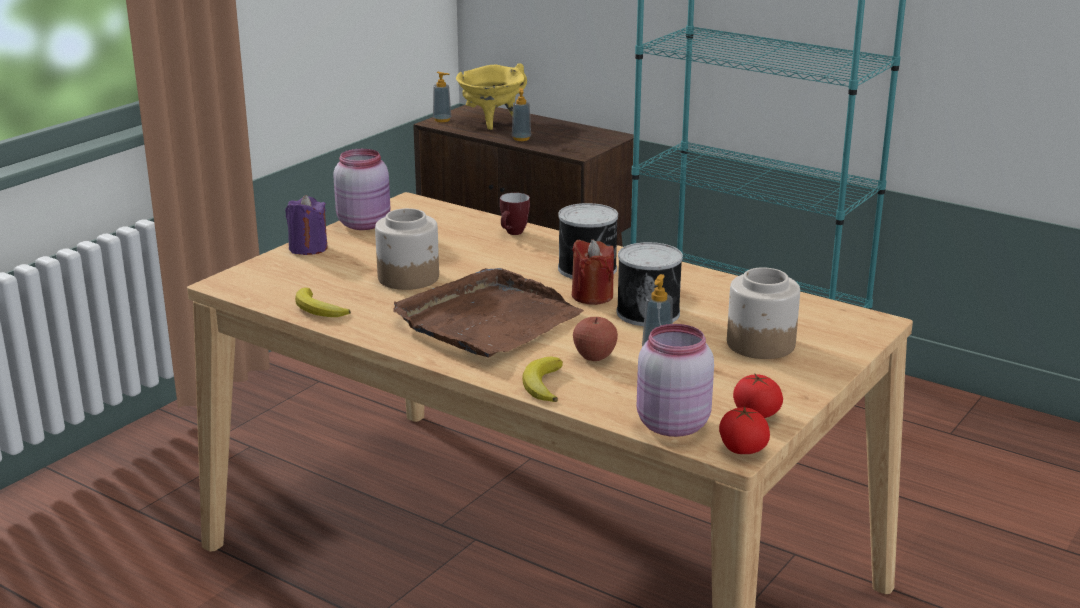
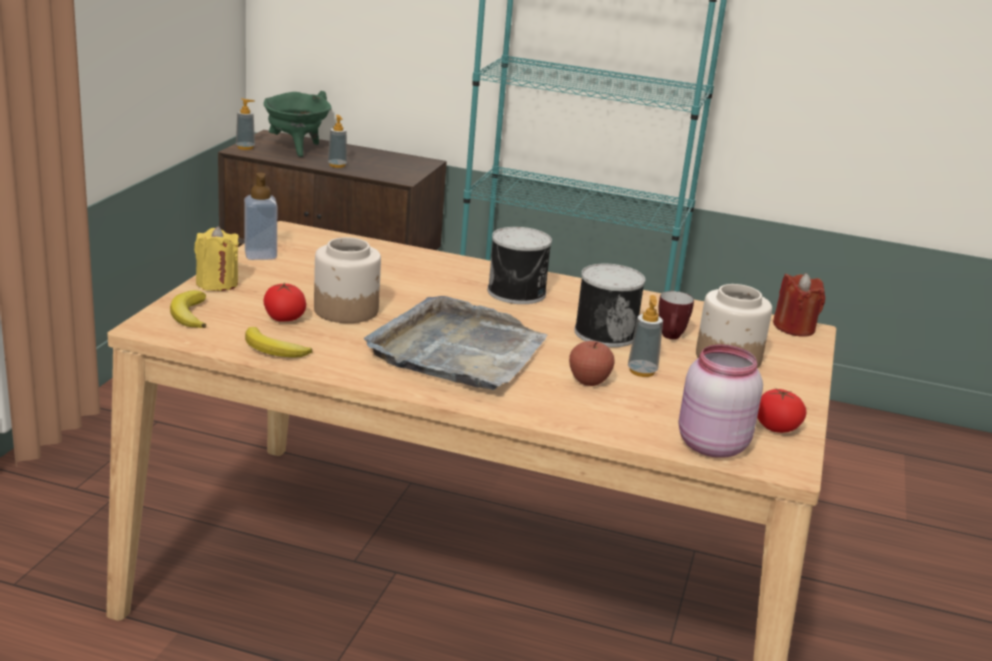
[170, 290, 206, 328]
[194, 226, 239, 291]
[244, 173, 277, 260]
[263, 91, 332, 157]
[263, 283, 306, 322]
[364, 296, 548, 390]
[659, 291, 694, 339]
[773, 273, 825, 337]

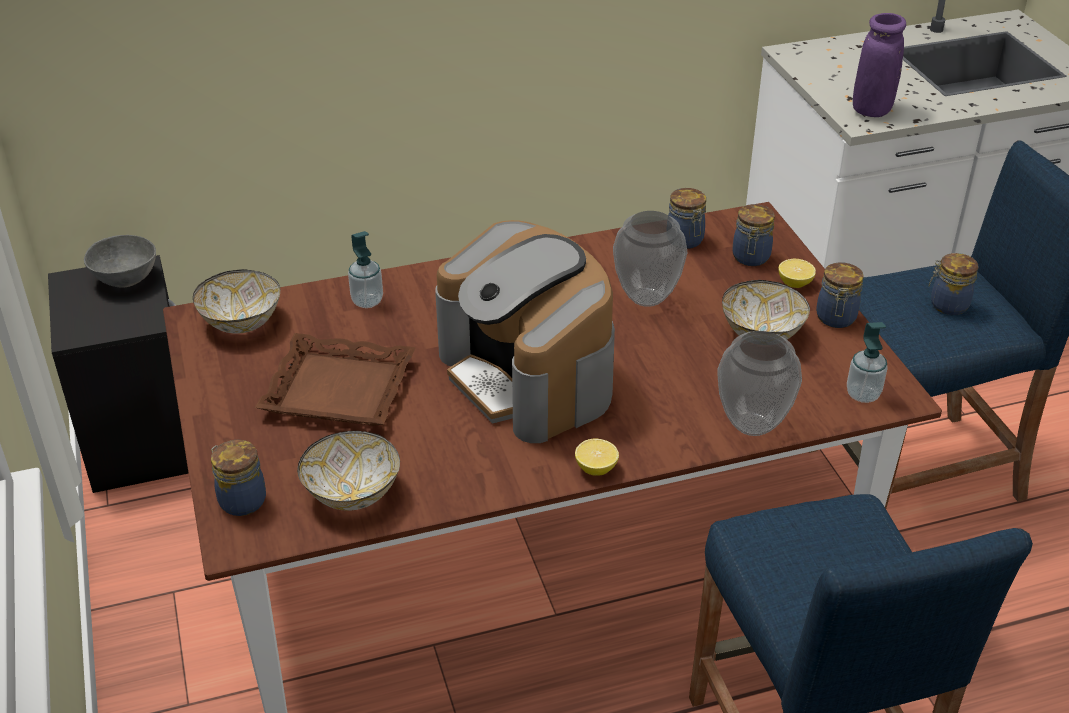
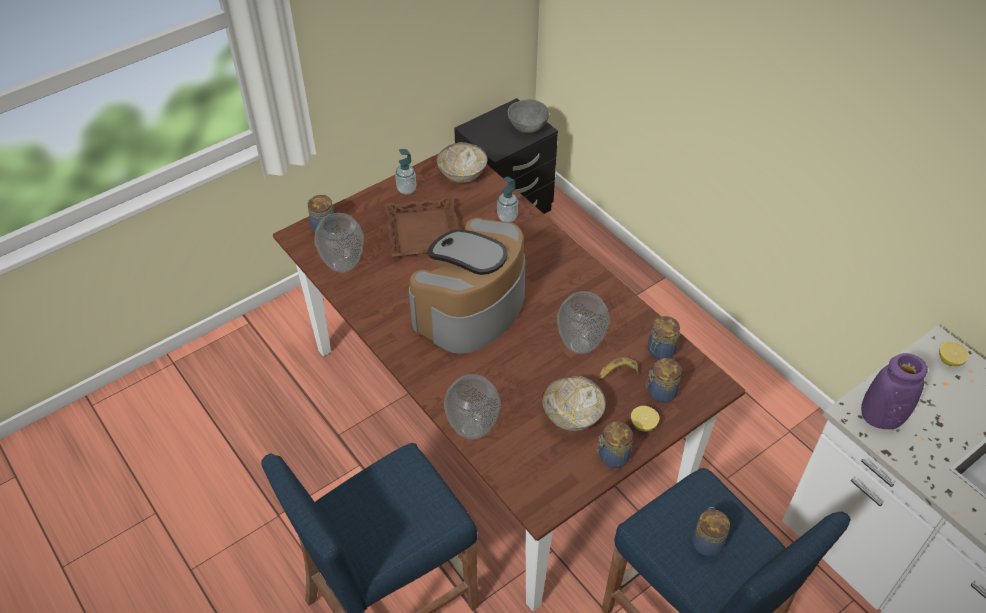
[314, 213, 364, 273]
[395, 149, 416, 194]
[599, 357, 639, 380]
[939, 341, 969, 366]

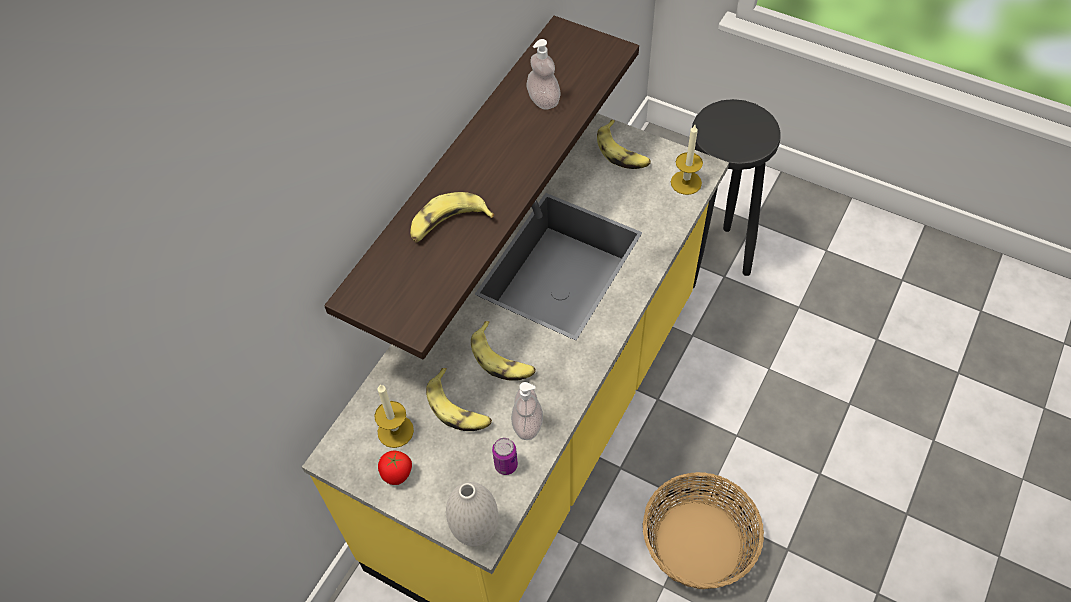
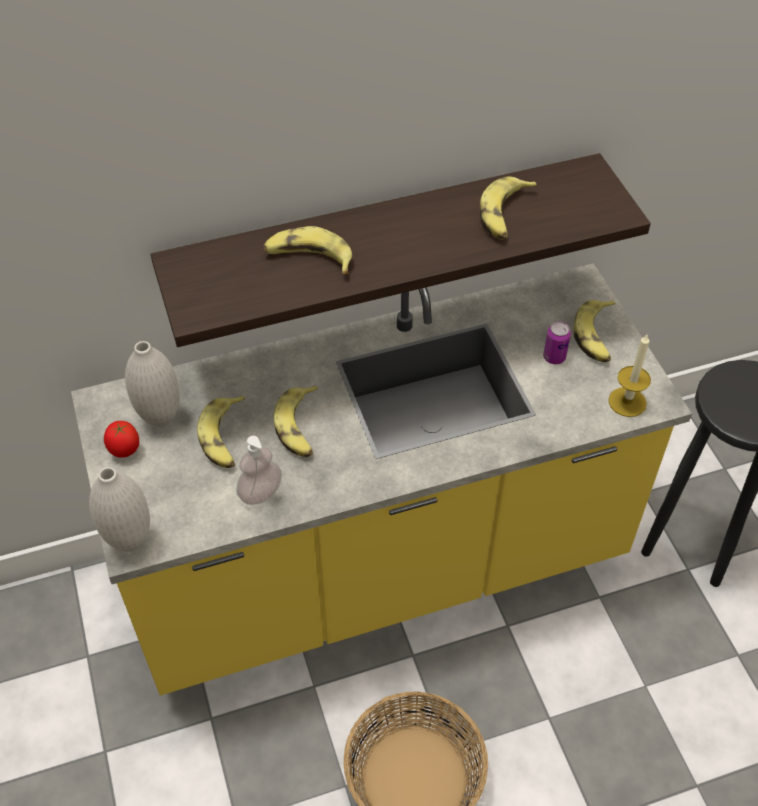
[125, 341, 179, 427]
[480, 177, 537, 240]
[543, 321, 571, 364]

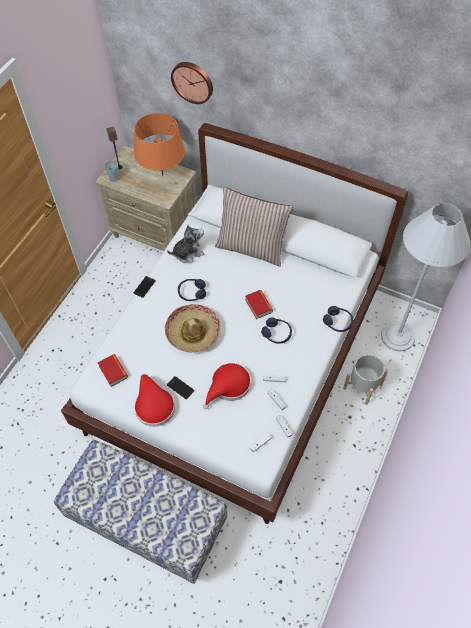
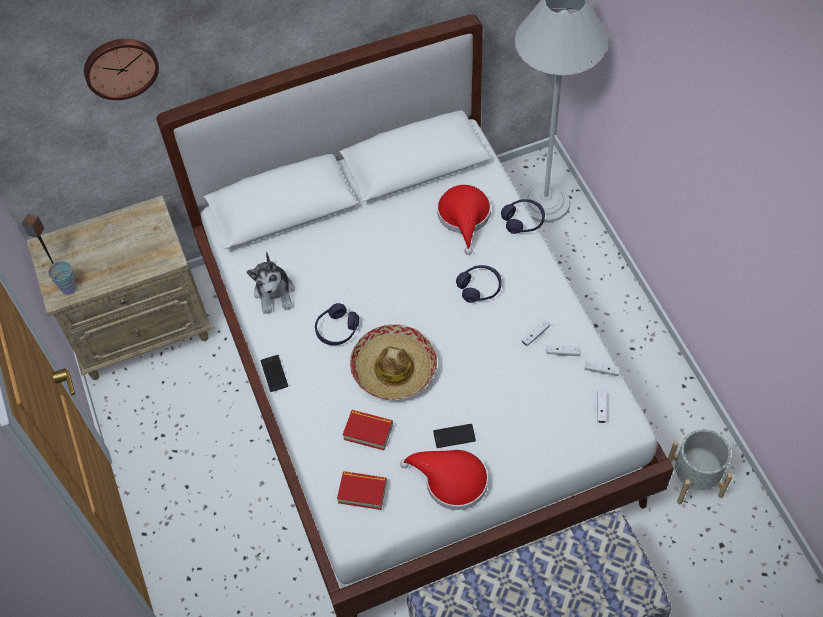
[247, 252, 295, 314]
[343, 410, 393, 450]
[437, 185, 491, 255]
[668, 429, 733, 504]
[134, 113, 185, 176] (first image)
[215, 187, 293, 267] (first image)

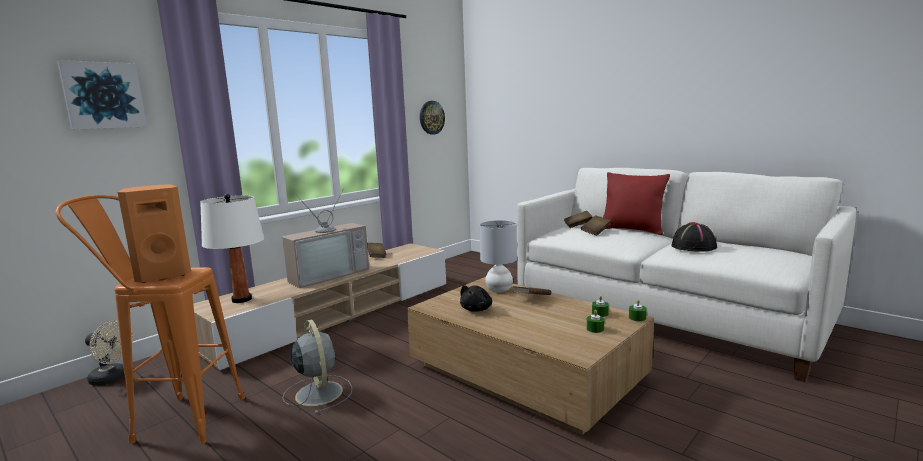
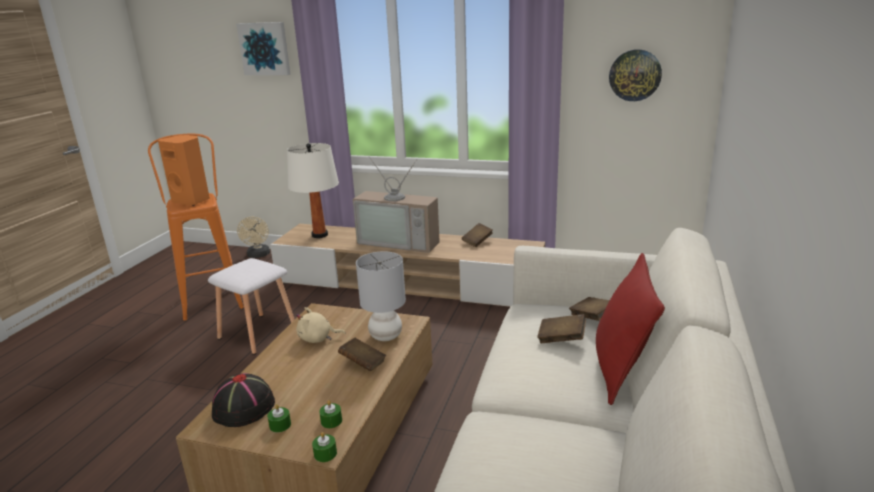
[208, 258, 295, 355]
[212, 373, 275, 427]
[296, 307, 346, 343]

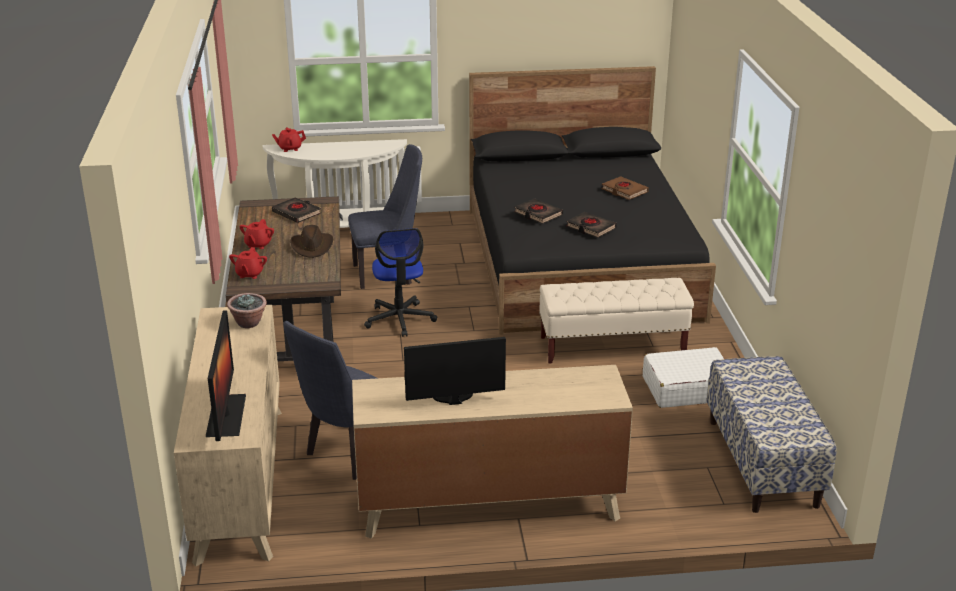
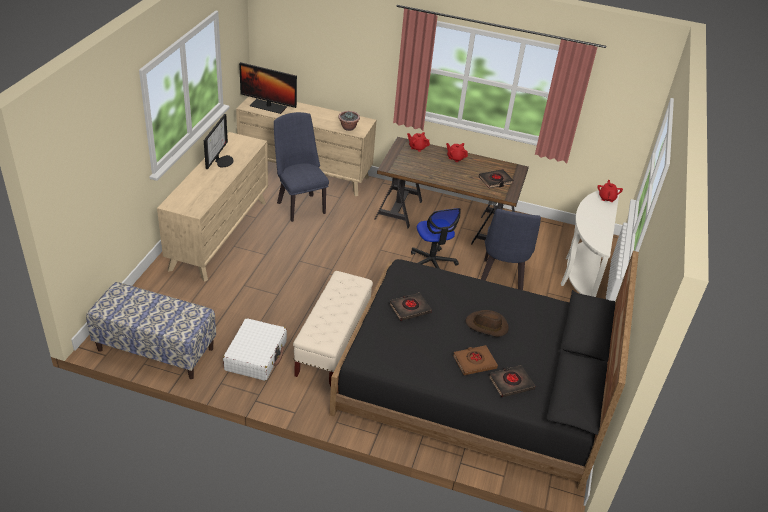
[411, 208, 461, 269]
[466, 310, 509, 337]
[489, 365, 535, 397]

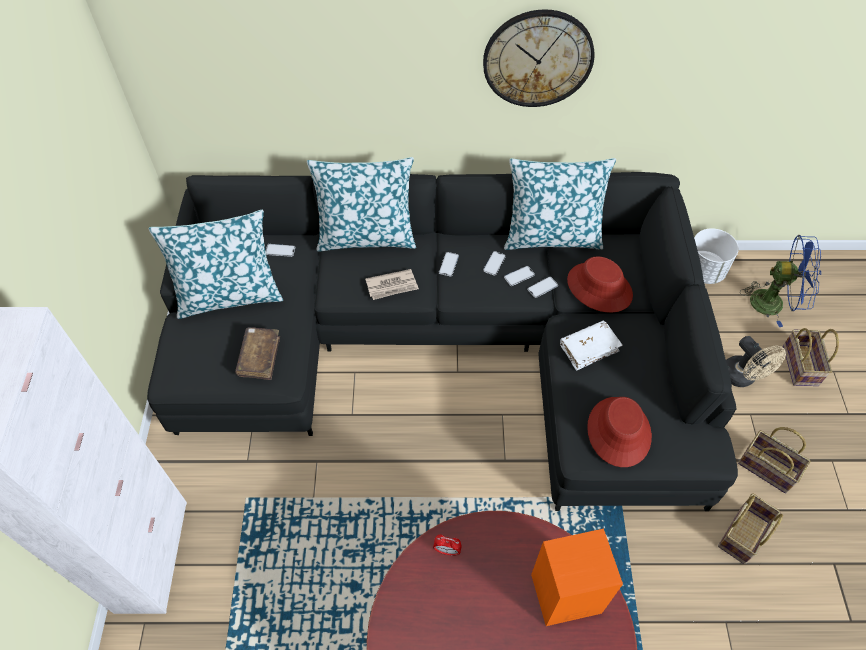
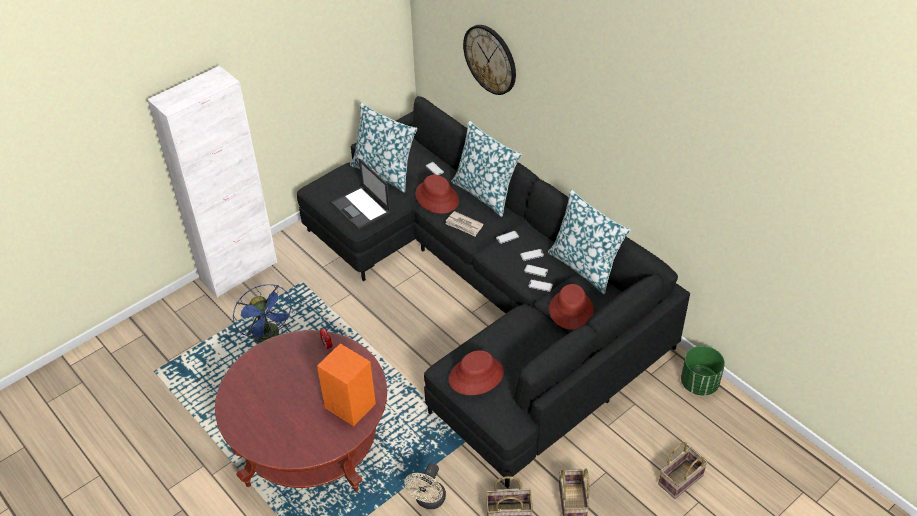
[233, 284, 295, 343]
[331, 158, 391, 230]
[404, 463, 446, 509]
[415, 175, 459, 214]
[463, 25, 516, 95]
[681, 346, 725, 396]
[560, 320, 622, 371] (first image)

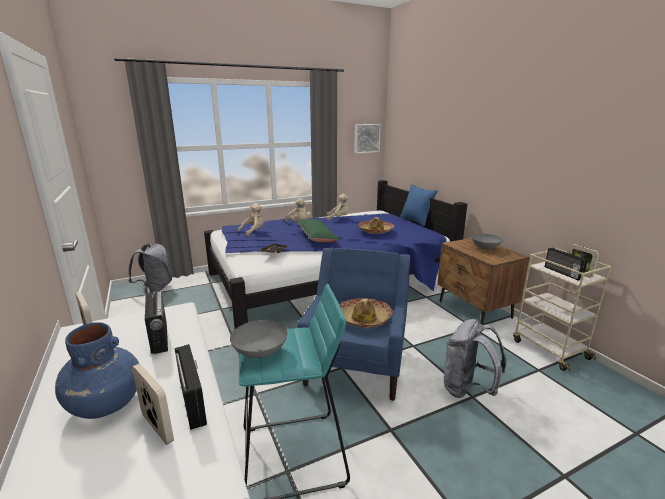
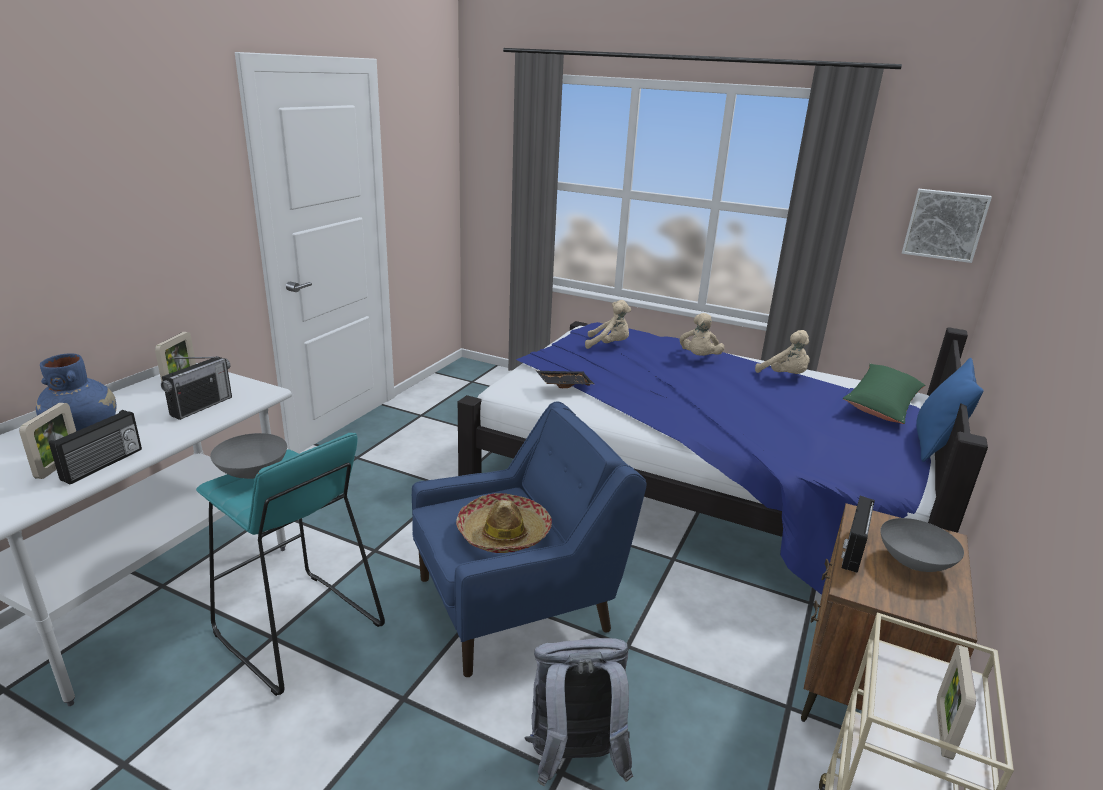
[841, 496, 875, 573]
[842, 364, 925, 424]
[129, 244, 172, 293] (first image)
[358, 217, 394, 234] (first image)

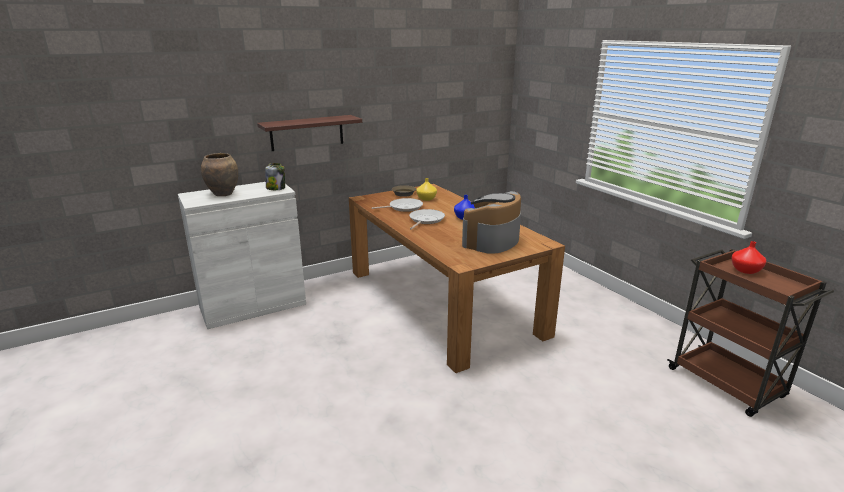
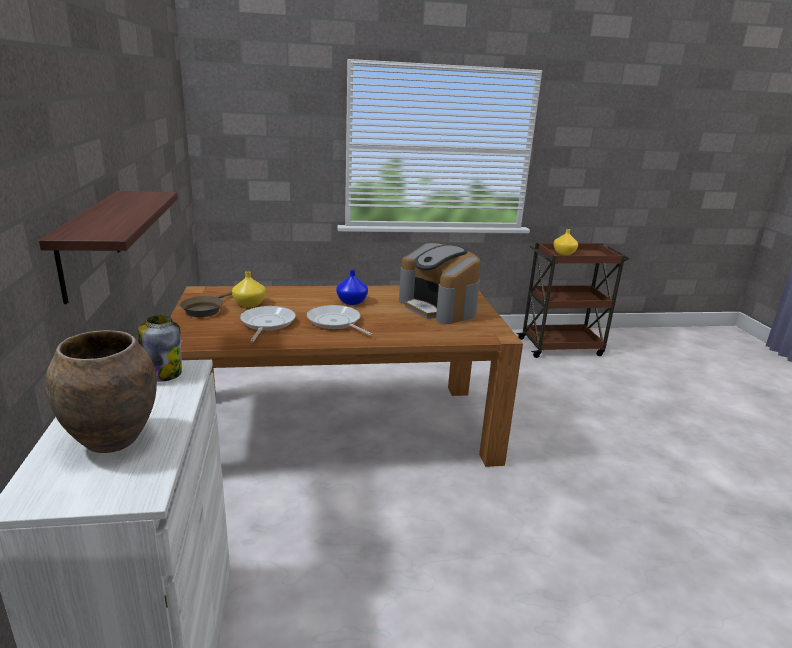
[554, 229, 578, 255]

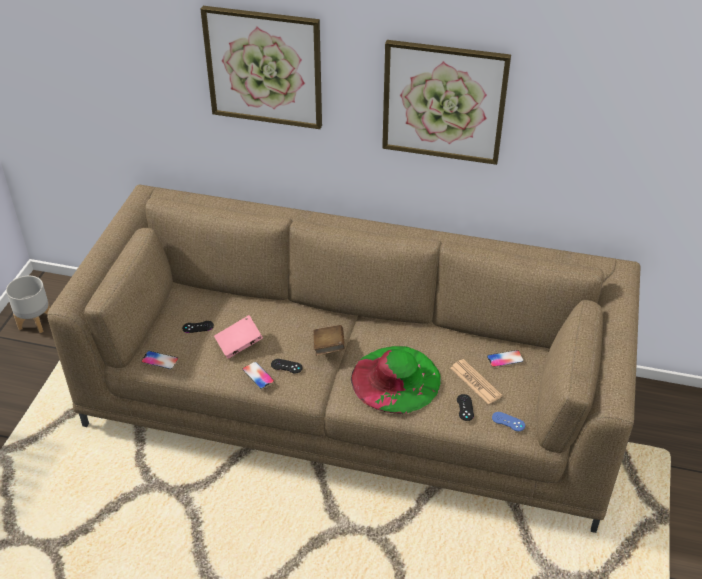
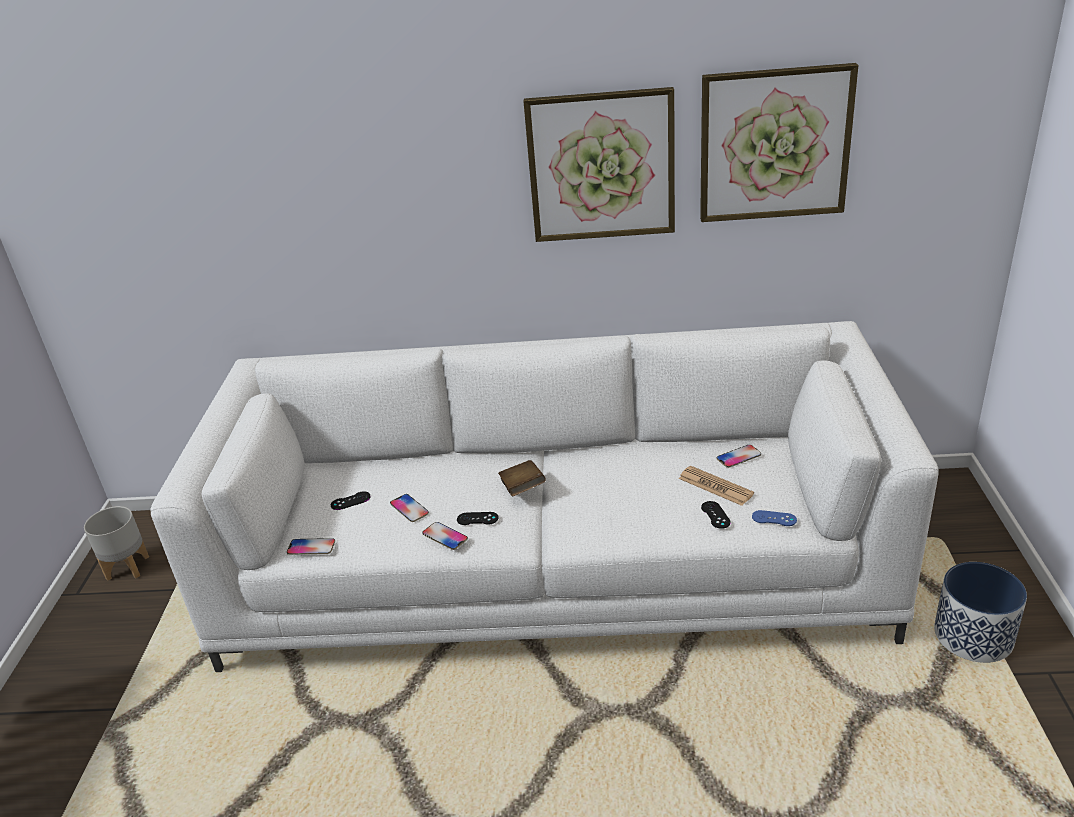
[151, 321, 938, 672]
[390, 494, 429, 522]
[700, 63, 858, 222]
[934, 562, 1027, 663]
[351, 346, 441, 414] (first image)

